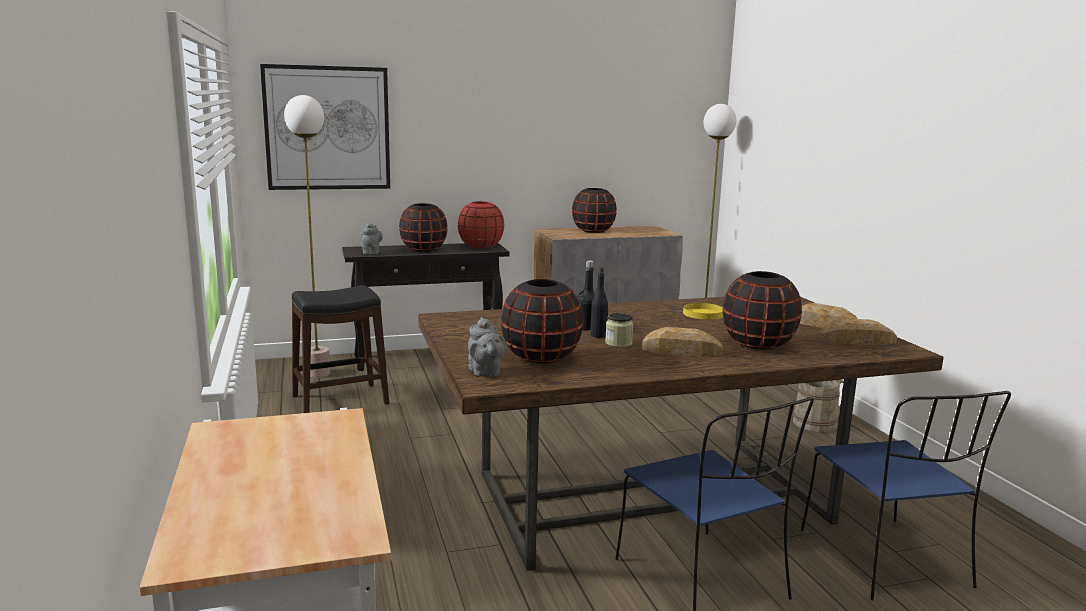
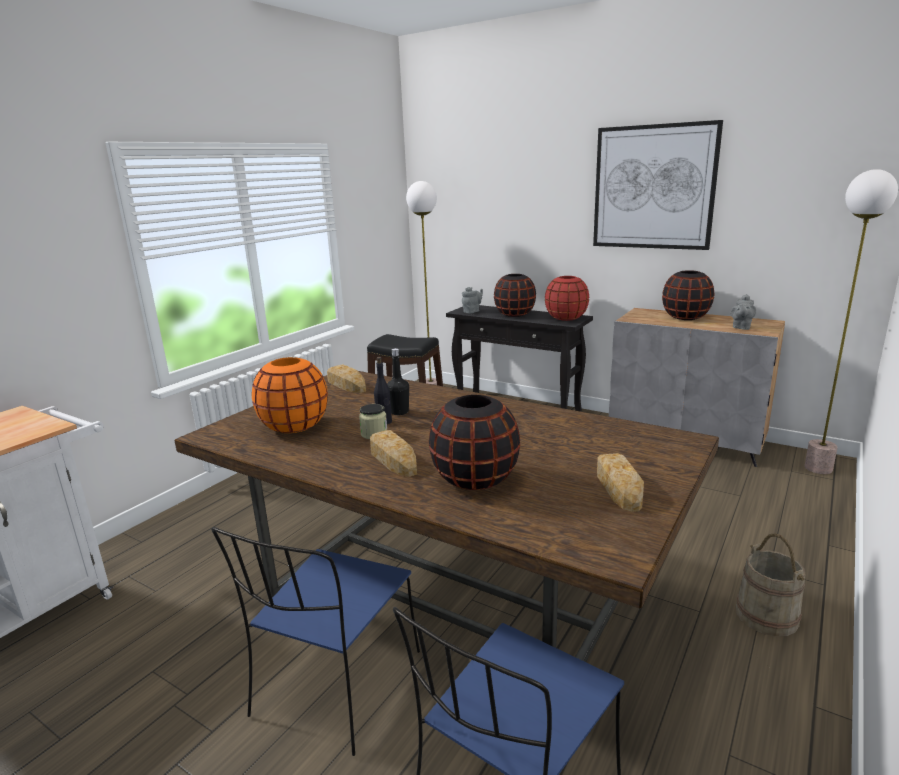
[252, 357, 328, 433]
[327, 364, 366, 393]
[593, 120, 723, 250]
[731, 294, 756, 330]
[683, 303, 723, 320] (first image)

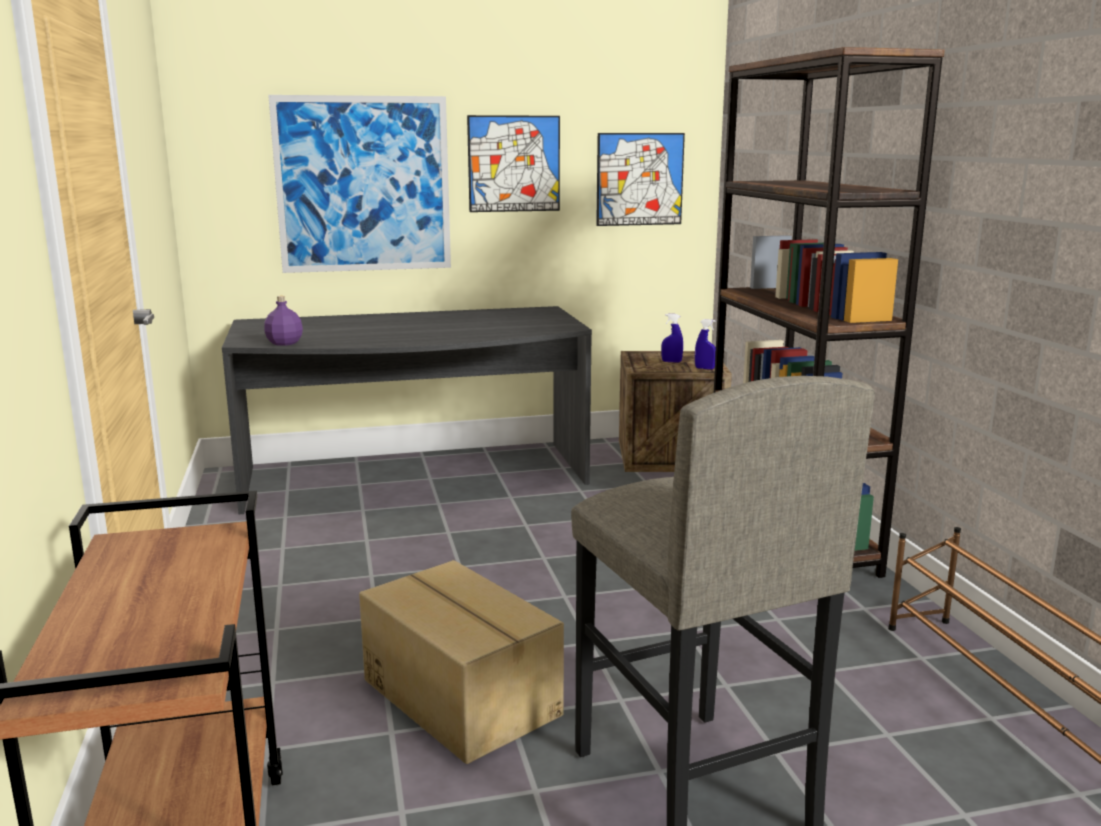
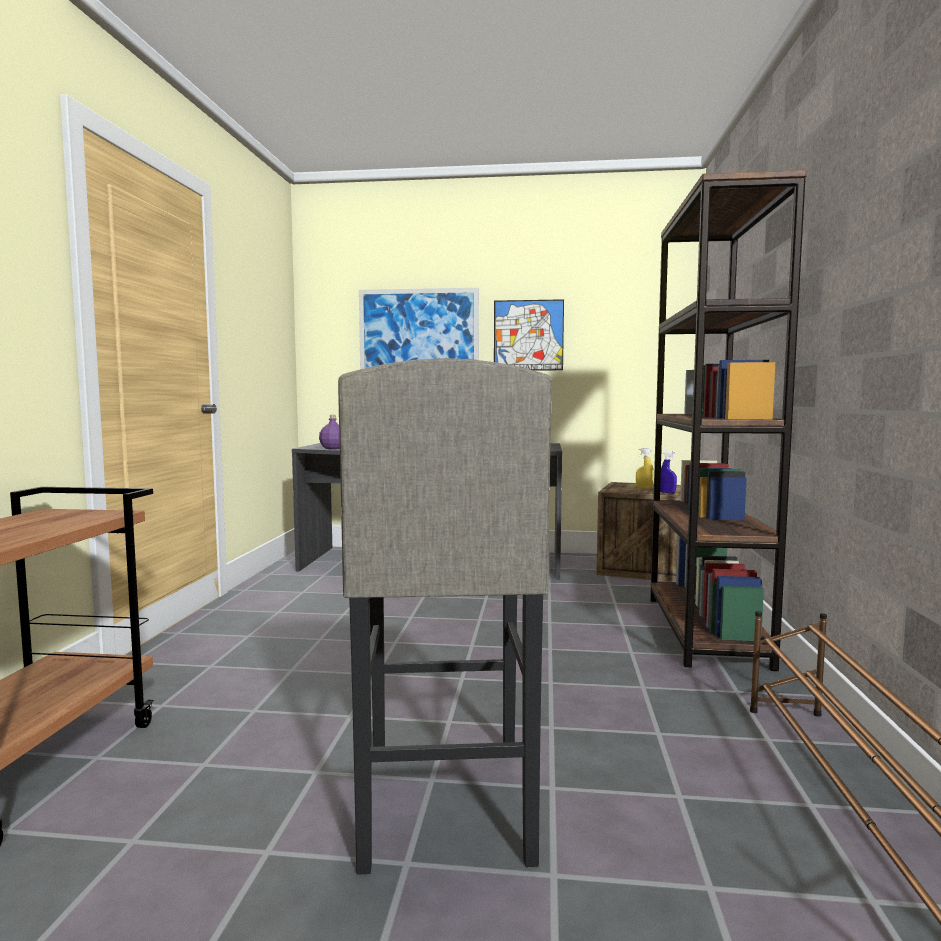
[636, 448, 654, 489]
[359, 560, 564, 764] (first image)
[596, 133, 685, 226] (first image)

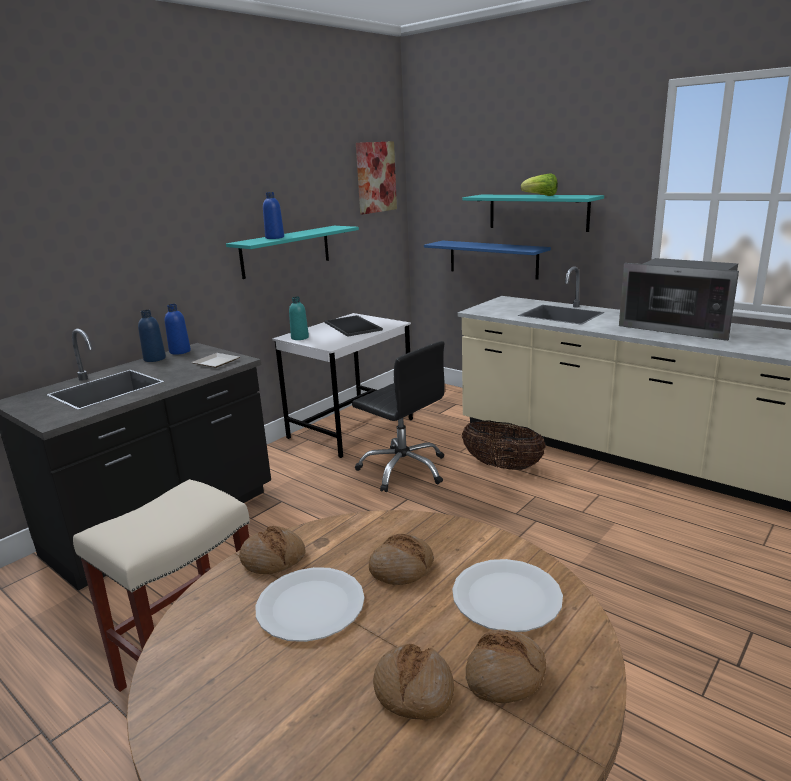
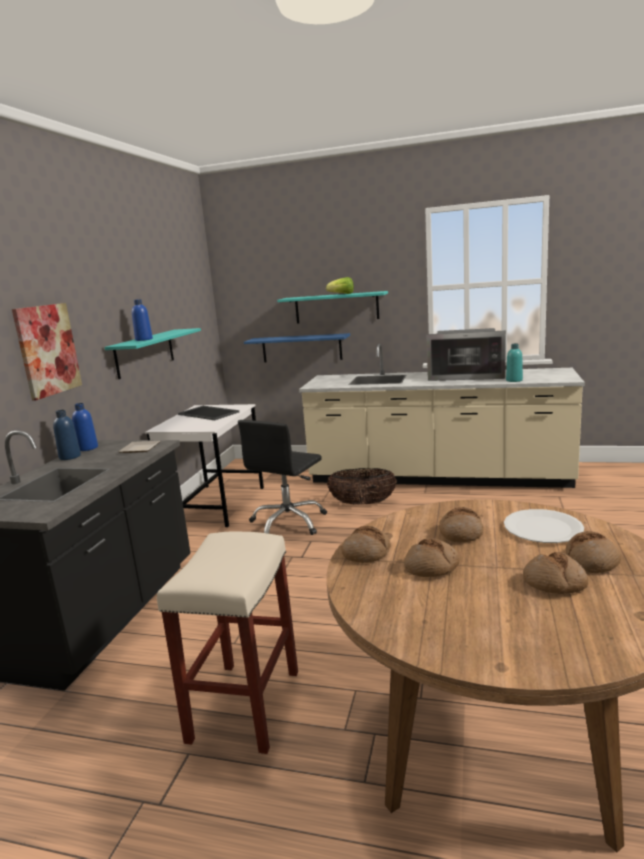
[12, 303, 82, 401]
[238, 420, 327, 535]
[404, 538, 460, 577]
[506, 343, 523, 382]

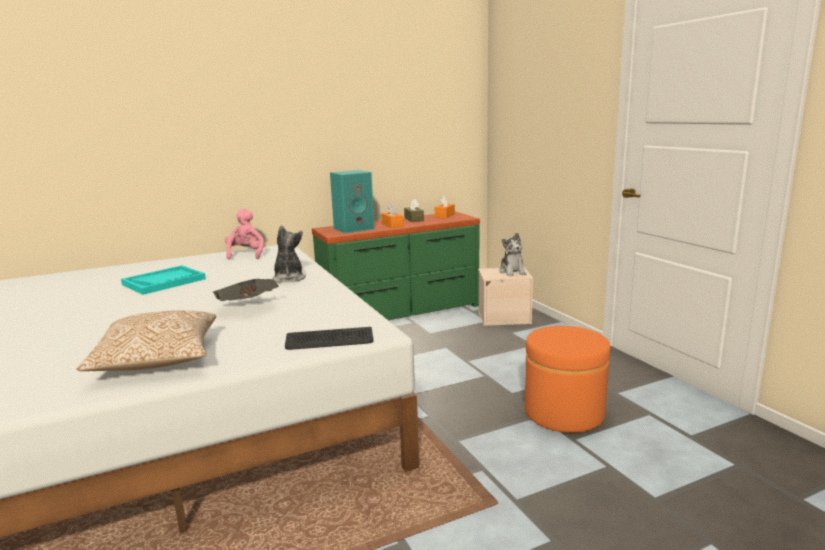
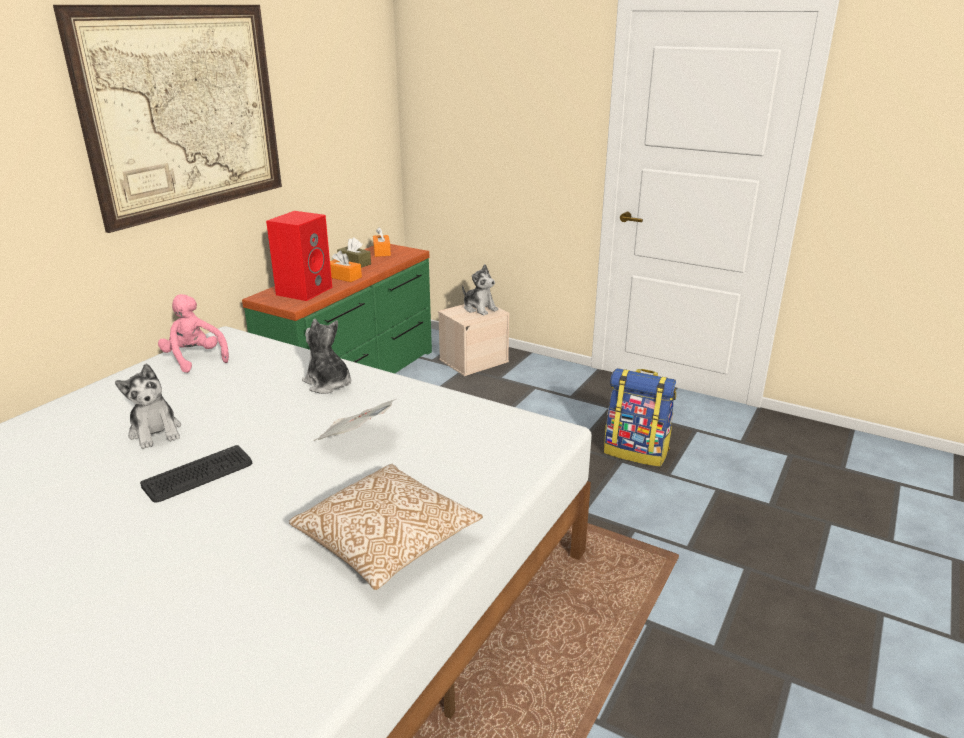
[53, 5, 282, 233]
[115, 364, 181, 449]
[140, 445, 253, 503]
[266, 211, 332, 301]
[604, 368, 676, 467]

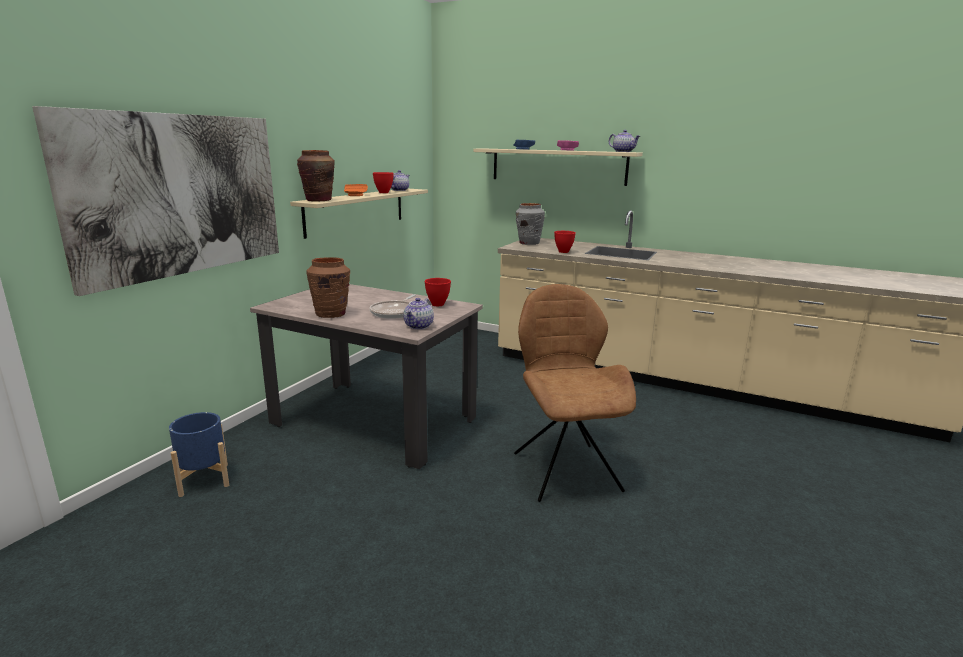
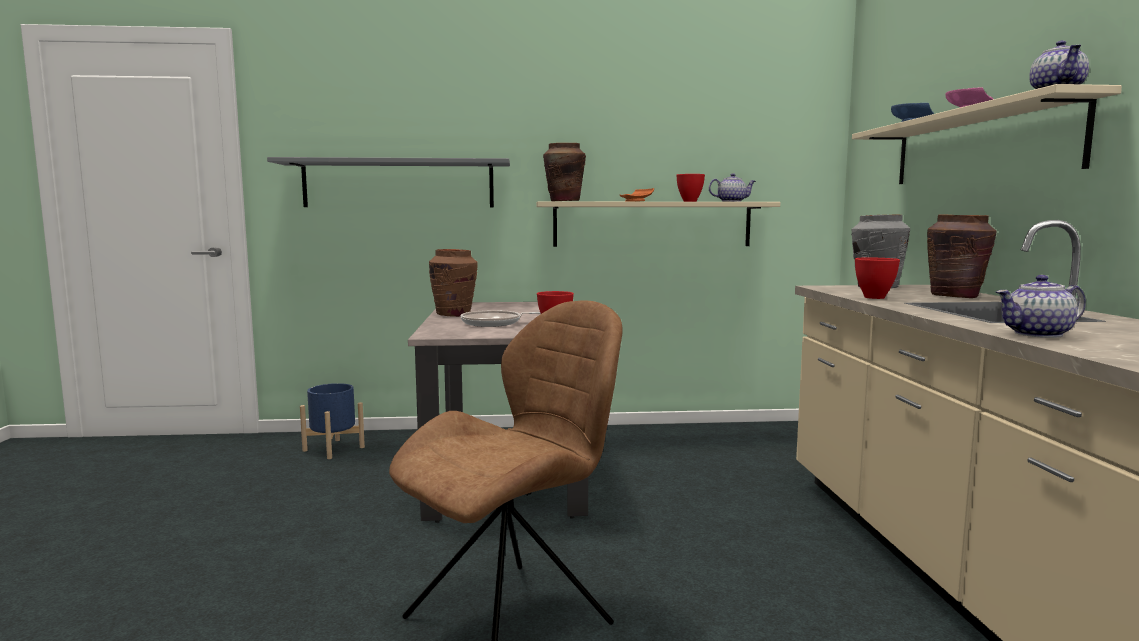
[267, 157, 510, 207]
[927, 214, 996, 298]
[996, 275, 1086, 338]

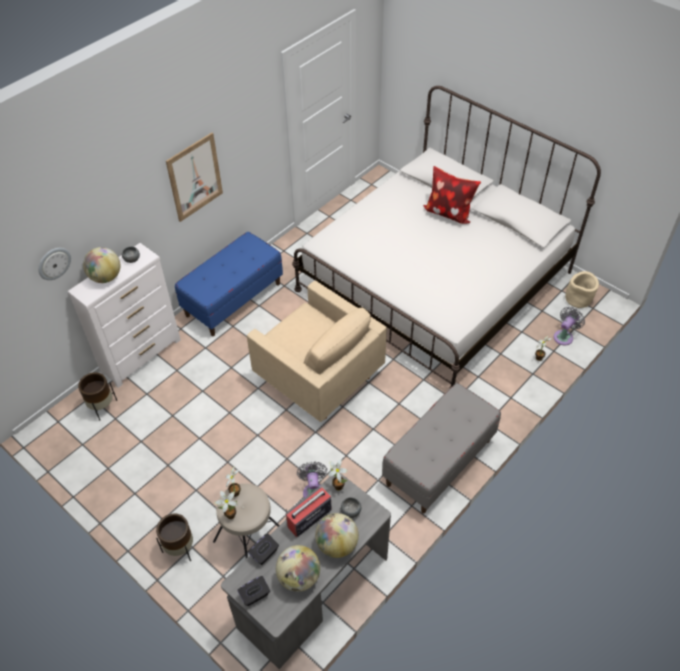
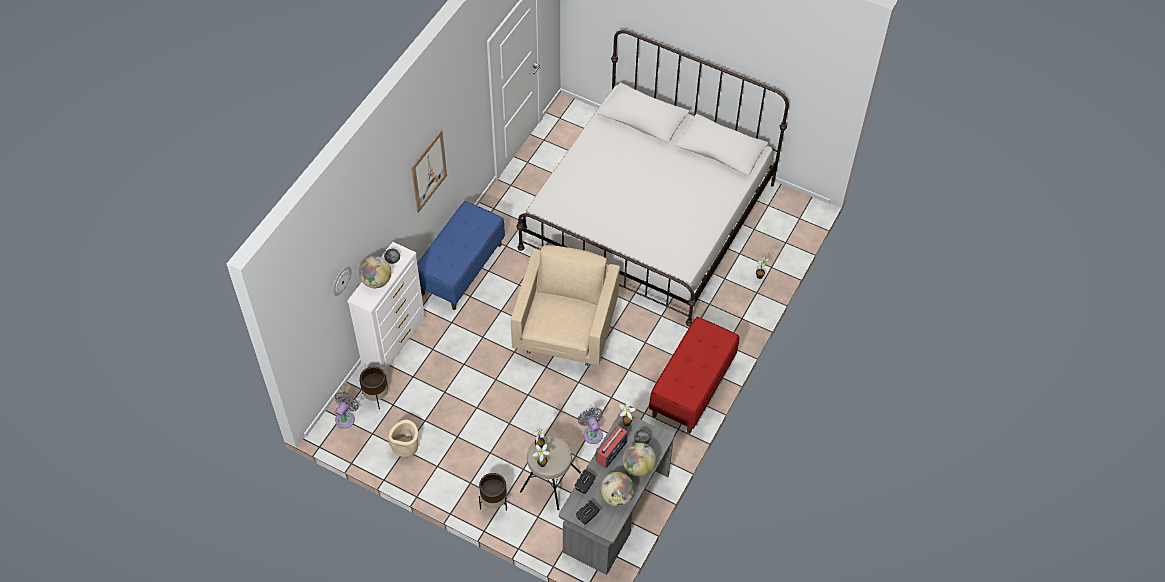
[335, 392, 359, 429]
[388, 420, 418, 457]
[511, 245, 620, 366]
[649, 317, 739, 434]
[423, 166, 481, 224] (first image)

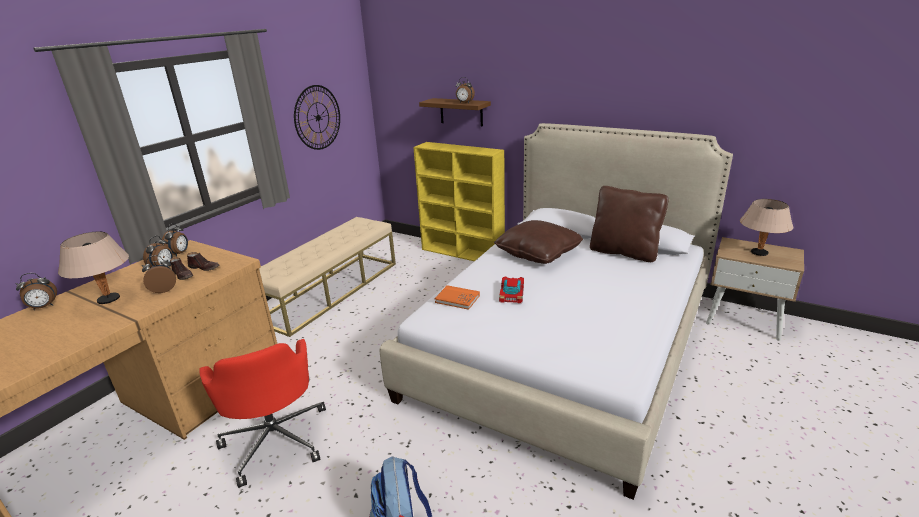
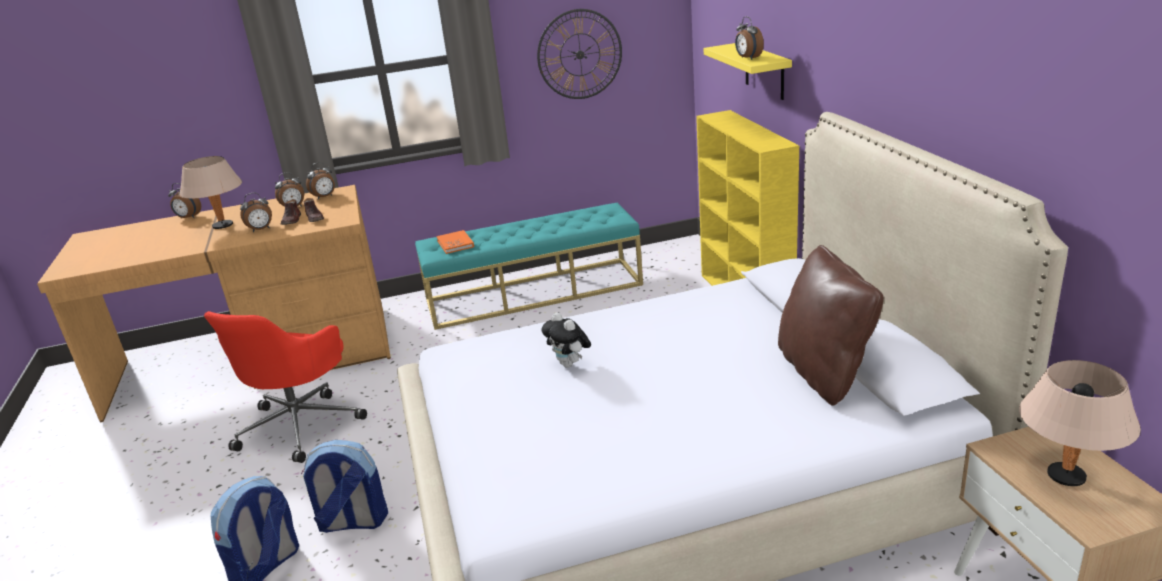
[240, 192, 272, 232]
[301, 440, 388, 533]
[415, 203, 643, 330]
[436, 230, 474, 254]
[541, 312, 591, 368]
[704, 43, 792, 100]
[494, 220, 583, 264] (first image)

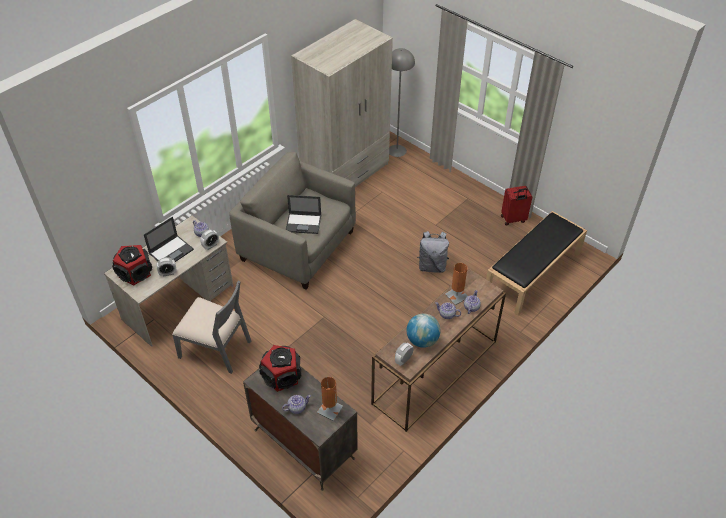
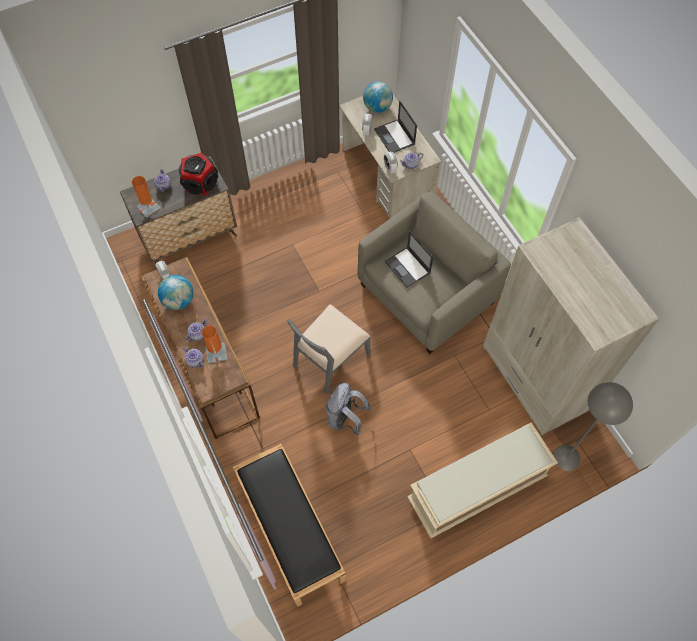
[287, 304, 370, 394]
[363, 82, 393, 113]
[385, 231, 433, 288]
[407, 422, 558, 538]
[501, 186, 532, 226] (first image)

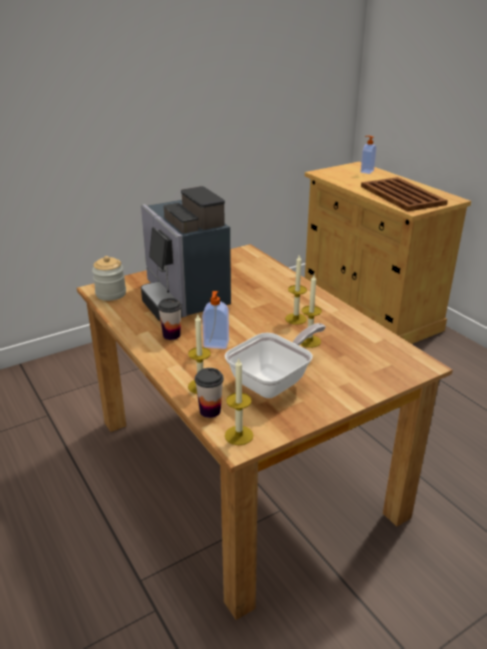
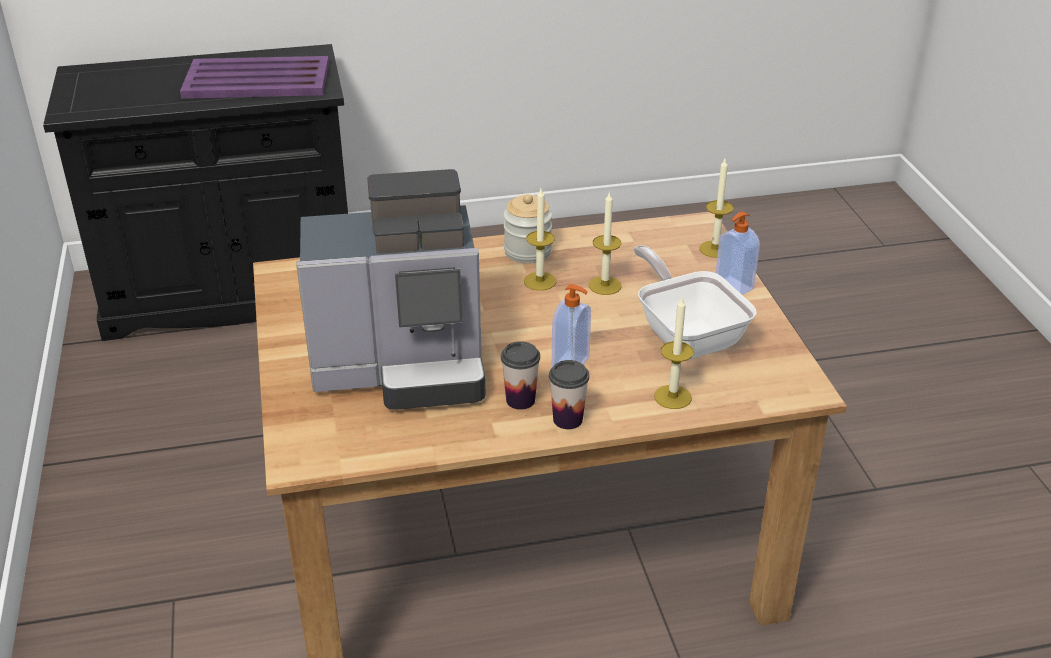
[43, 44, 348, 341]
[180, 56, 329, 99]
[504, 194, 552, 264]
[549, 360, 589, 429]
[699, 159, 733, 258]
[716, 211, 760, 295]

